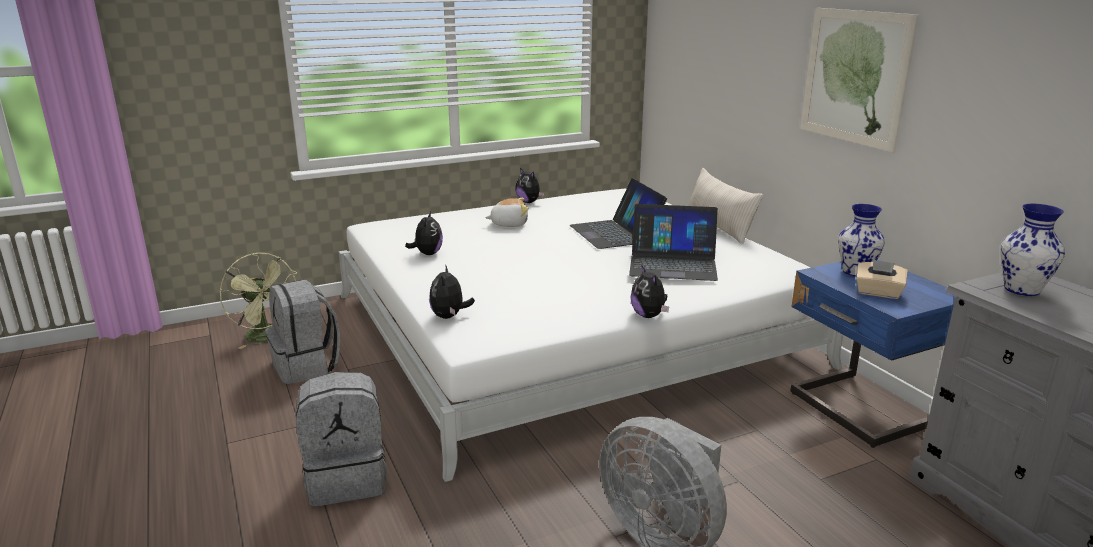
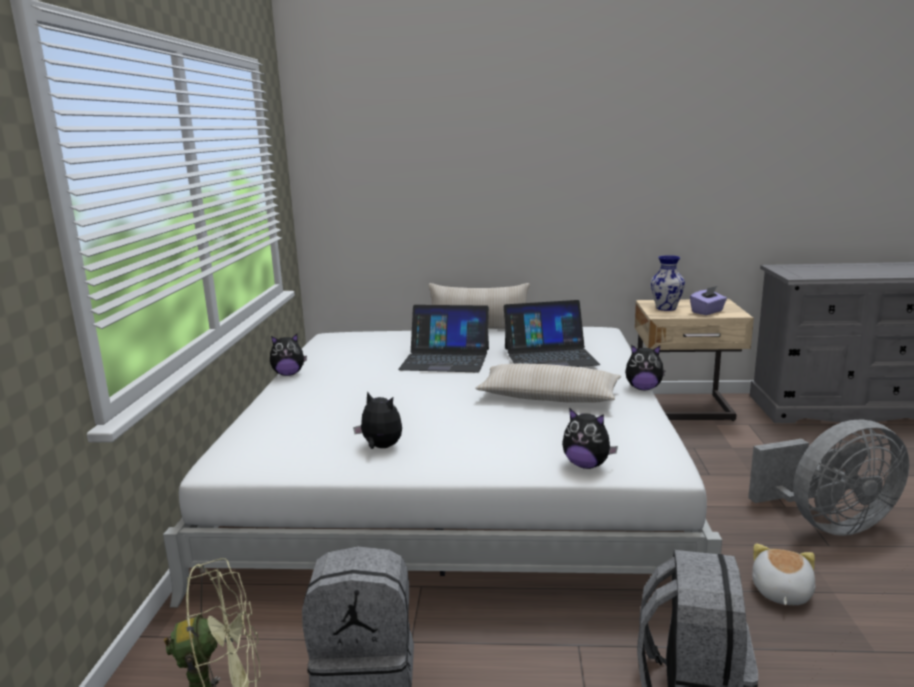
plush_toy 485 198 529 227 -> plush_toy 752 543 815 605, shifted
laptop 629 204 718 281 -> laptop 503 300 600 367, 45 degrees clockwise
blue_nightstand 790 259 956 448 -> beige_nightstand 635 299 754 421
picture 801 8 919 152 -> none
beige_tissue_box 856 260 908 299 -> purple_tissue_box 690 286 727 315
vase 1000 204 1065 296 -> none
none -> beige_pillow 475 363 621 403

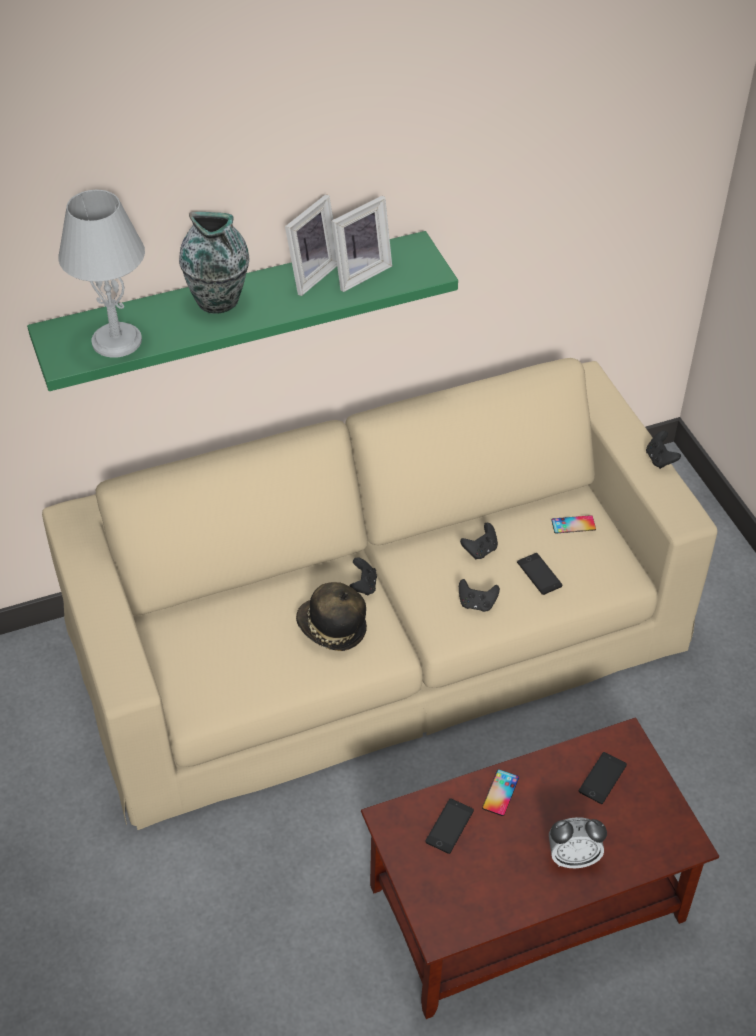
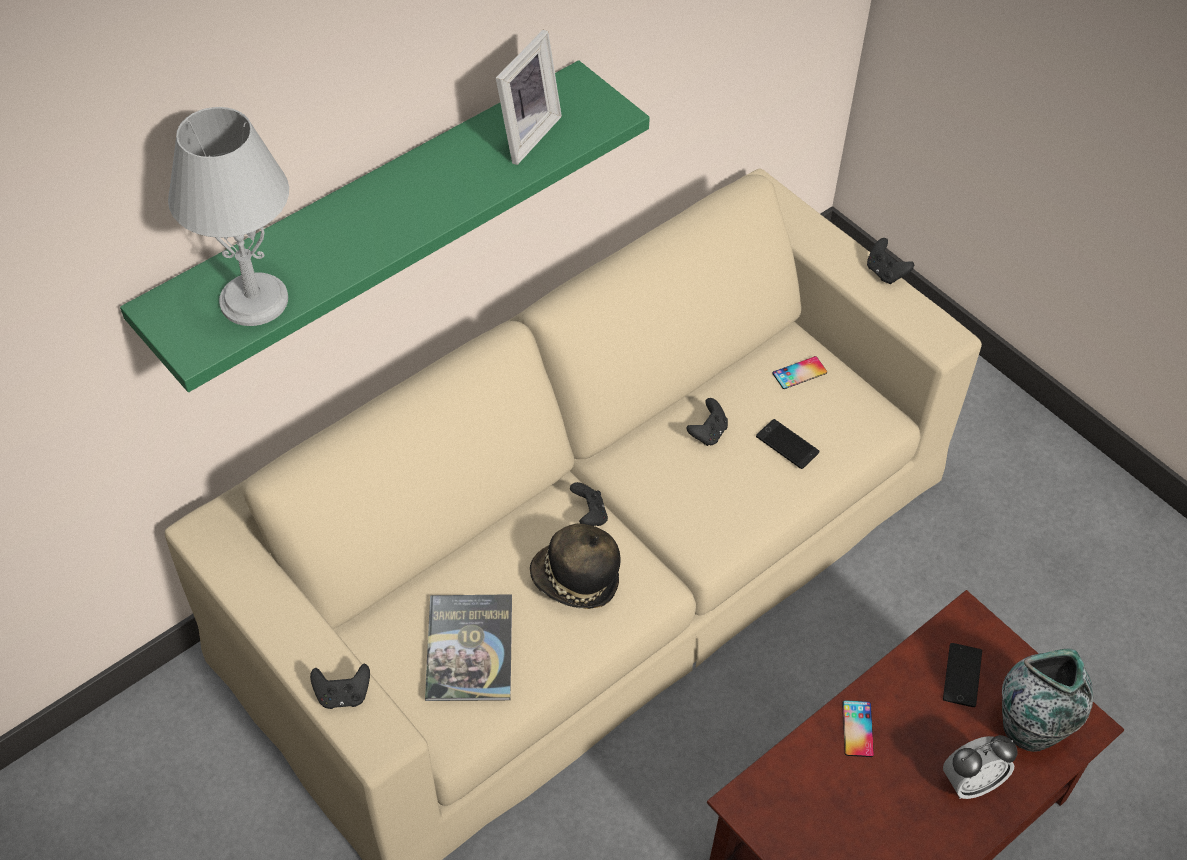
vase 179 212 249 314 -> vase 1002 649 1093 752, shifted
picture_frame 285 194 337 296 -> none
phone 425 798 474 854 -> none
black_game_controller 459 579 500 612 -> black_game_controller 310 664 370 709, shifted
none -> book 425 594 512 701

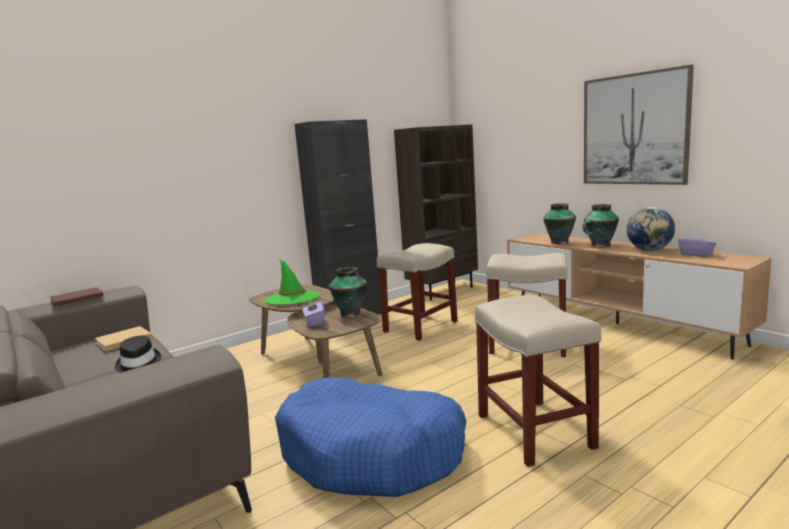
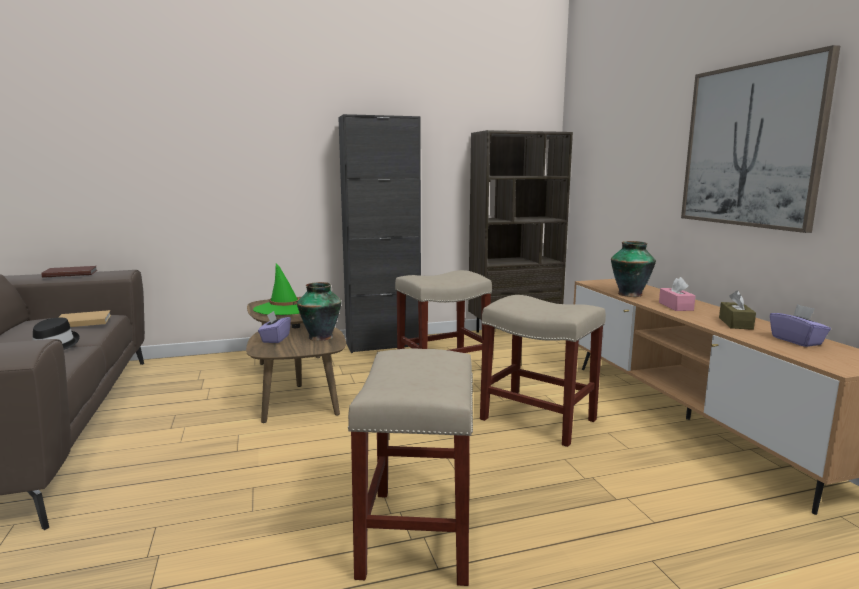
blue_dog_bed 275 377 467 497 -> none
vase 583 204 619 248 -> pink_tissue_box 659 277 695 311
globe 627 207 675 251 -> brown_tissue_box 719 290 756 330

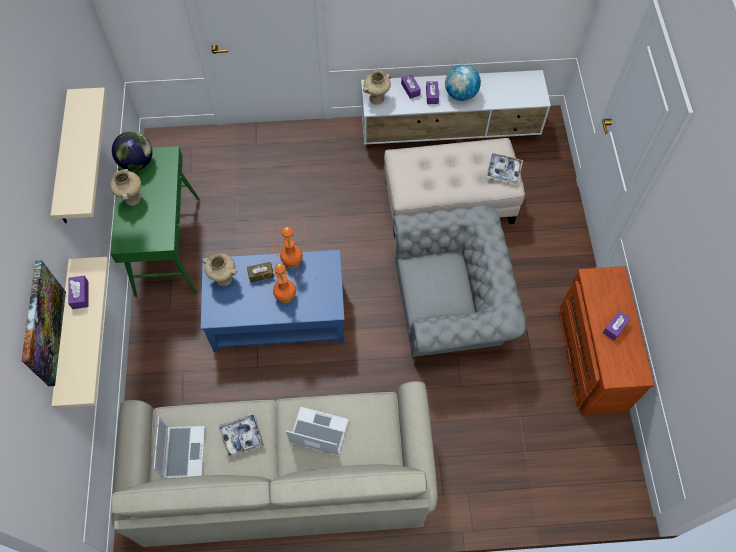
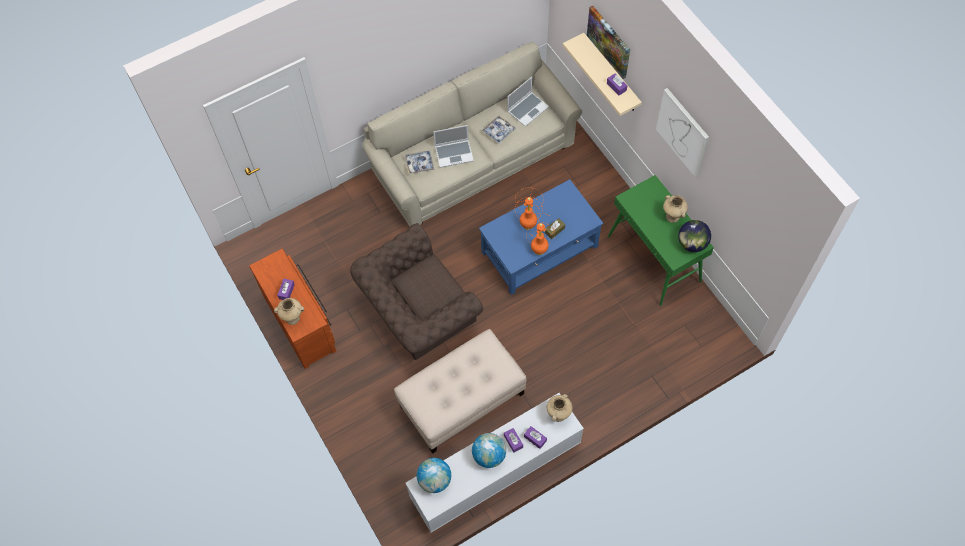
beige_shelf 51 87 106 223 -> picture 656 88 709 177
laptop 153 416 205 479 -> laptop 507 77 549 127, 105 degrees counterclockwise
beige_vase 203 253 237 286 -> beige_vase 274 298 304 325, shifted
grey_armchair 393 205 526 357 -> brown_armchair 350 223 483 360
tray 486 153 523 184 -> tray 405 150 434 174, shifted
none -> globe 417 458 451 493

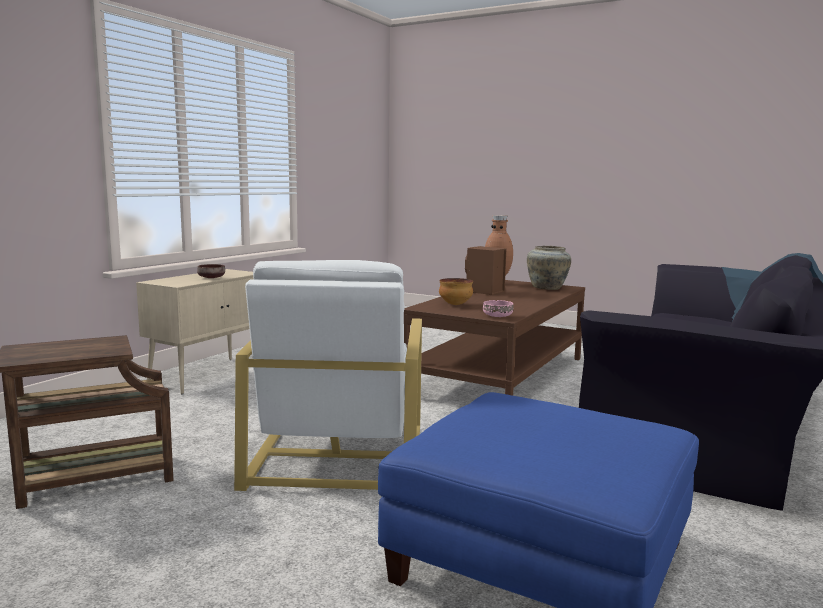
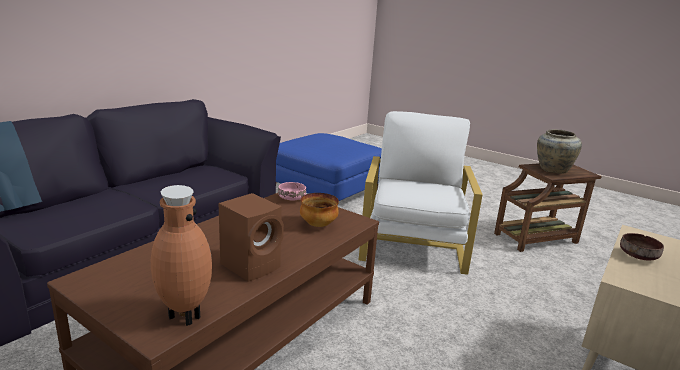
beige_vase 527 246 571 290 -> beige_vase 537 129 582 174, shifted

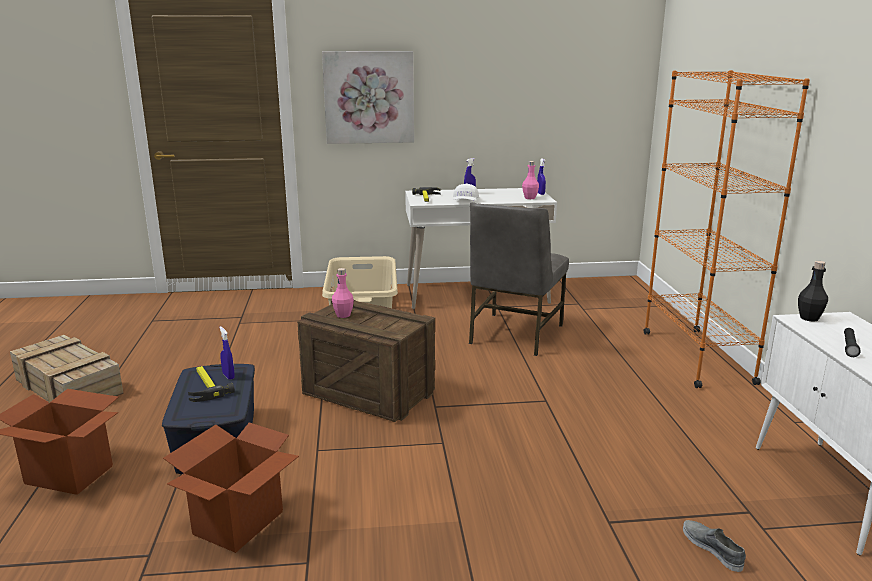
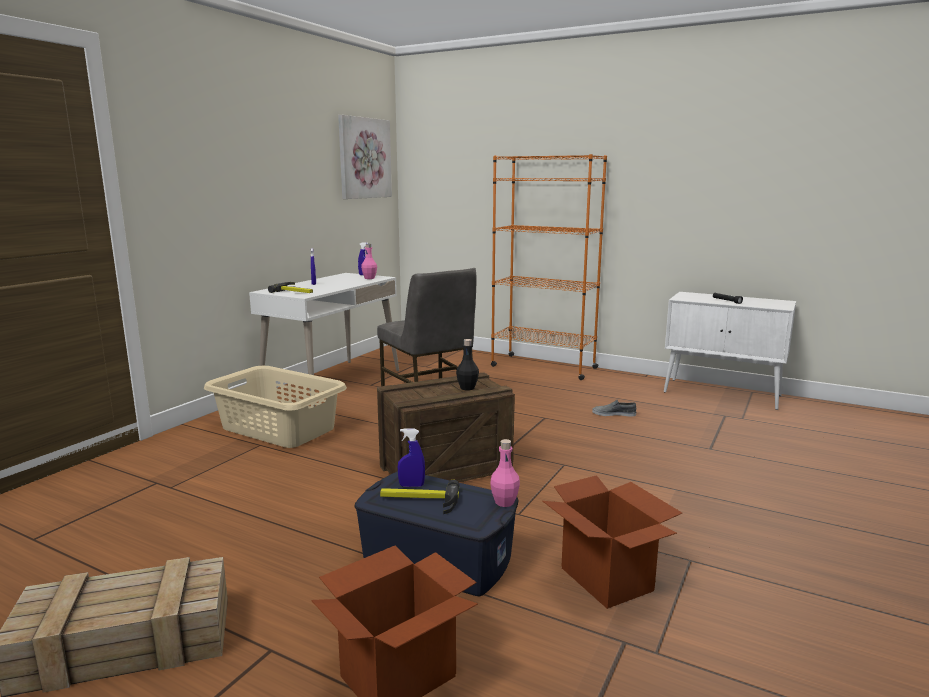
picture 322 51 414 144 -> picture 338 115 392 199, shifted
pink_bottle 332 268 354 318 -> pink_bottle 490 439 520 507, shifted
white_cap 453 183 479 201 -> none
grey_shoe 683 520 746 572 -> grey_shoe 592 400 636 416, shifted
black_bottle 798 261 828 322 -> black_bottle 456 339 479 390, shifted

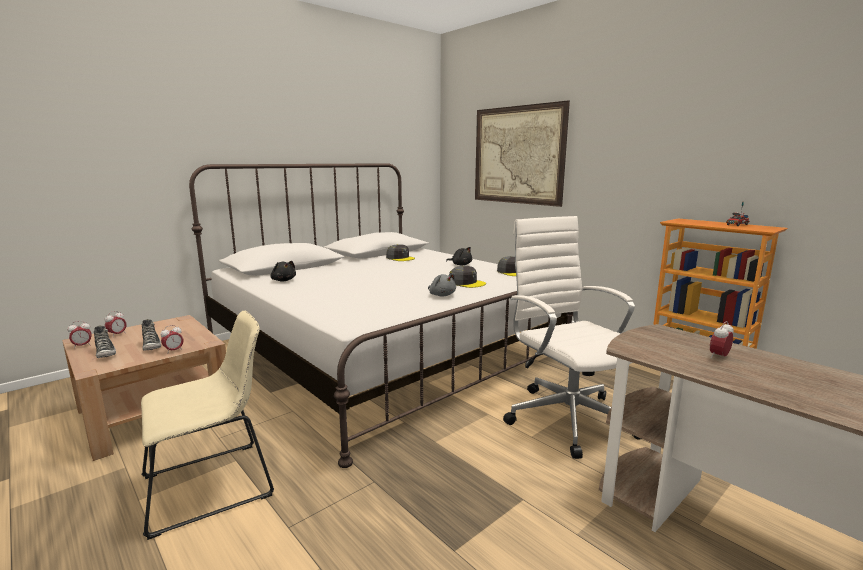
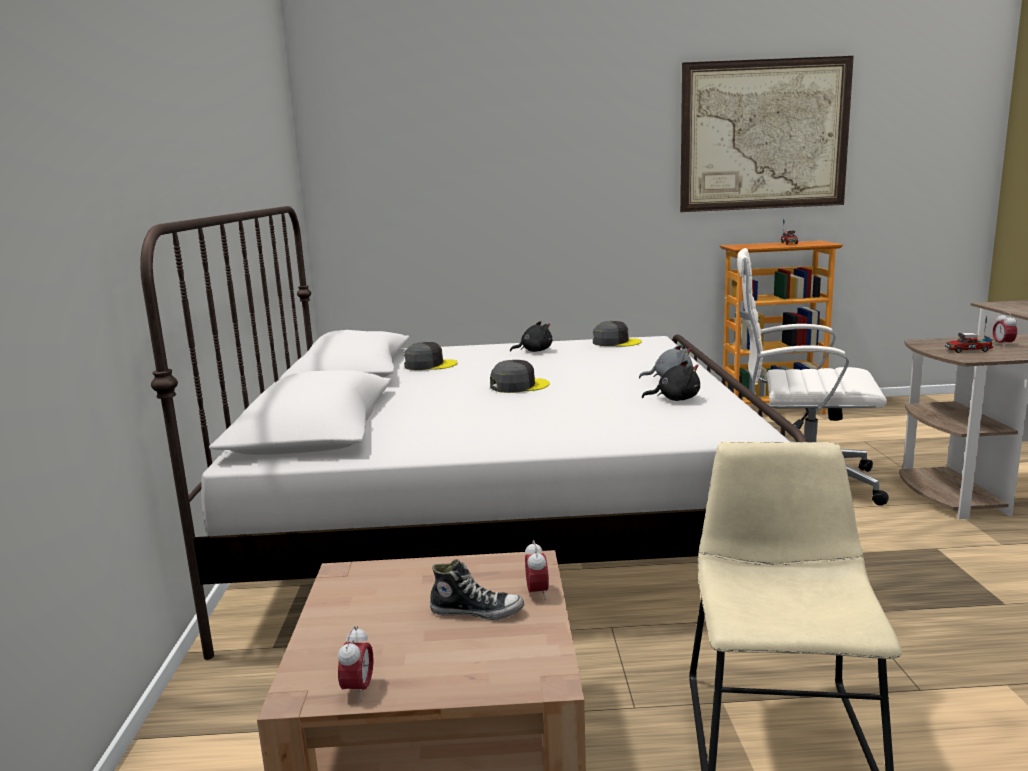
shoe 93 325 116 358 -> none
alarm_clock 105 311 126 336 -> none
black_plush_toy 270 261 296 281 -> black_plush_toy 642 360 700 401, shifted
grey_cap 449 266 486 288 -> grey_cap 490 360 550 393, shifted
picture 475 101 570 207 -> picture 680 56 854 212, shifted
none -> toy_truck 945 316 993 353

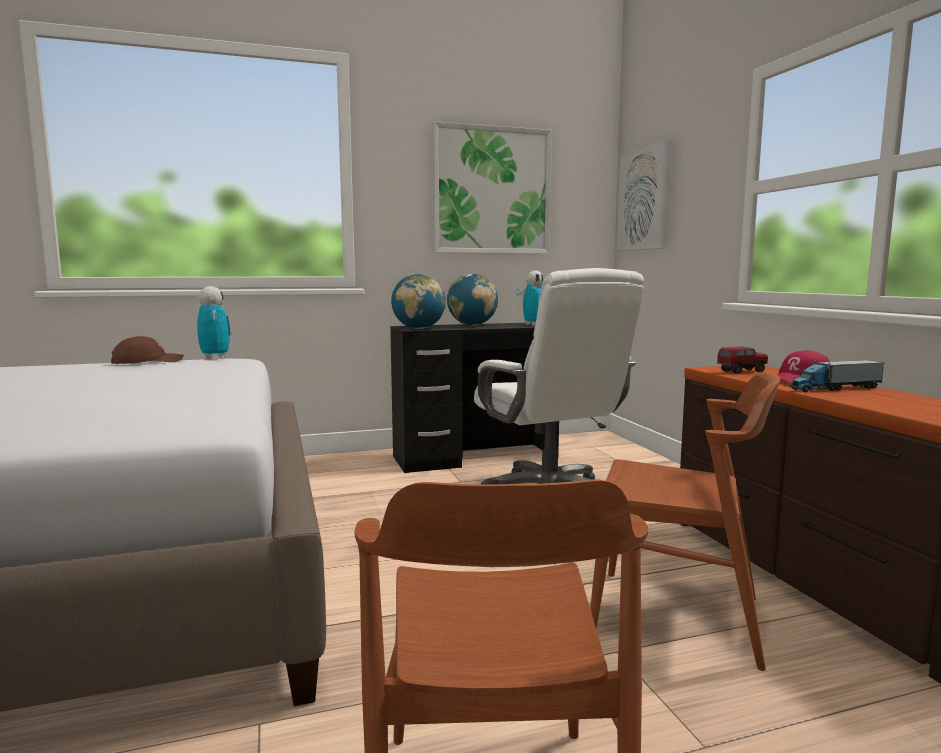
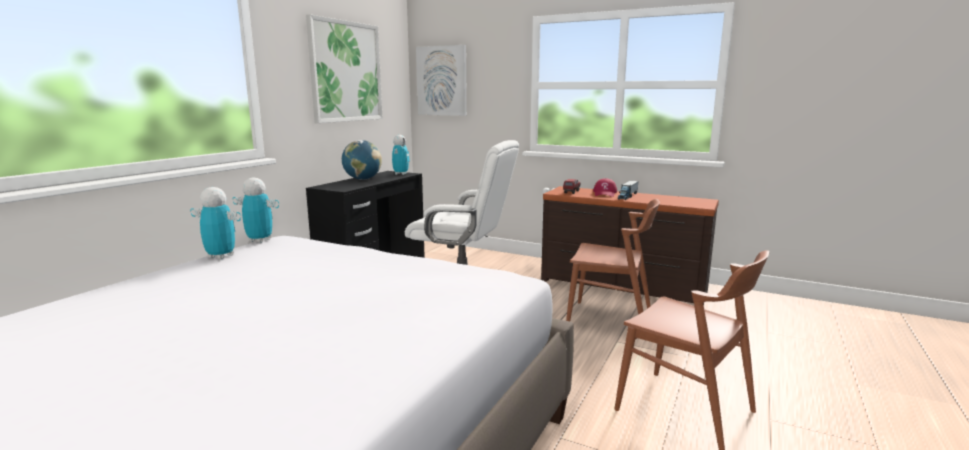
brown_cap 111 336 184 364 -> toy_robot 190 187 241 259
globe 391 274 446 329 -> none
brown_chair 590 371 781 671 -> brown_chair 566 199 660 321, 45 degrees clockwise

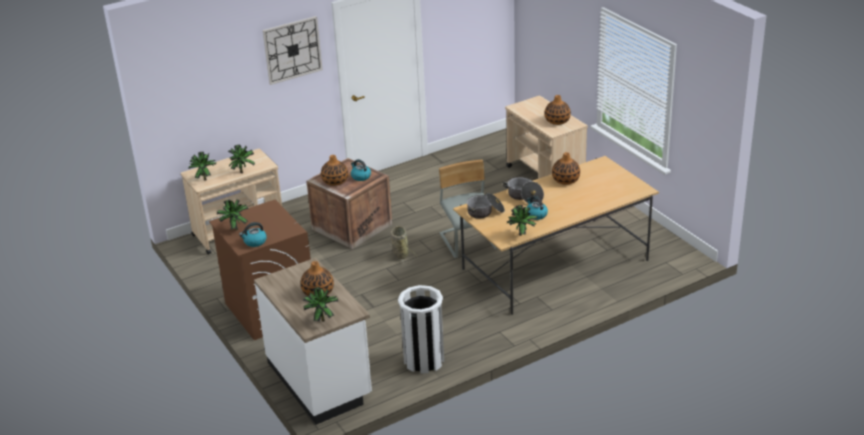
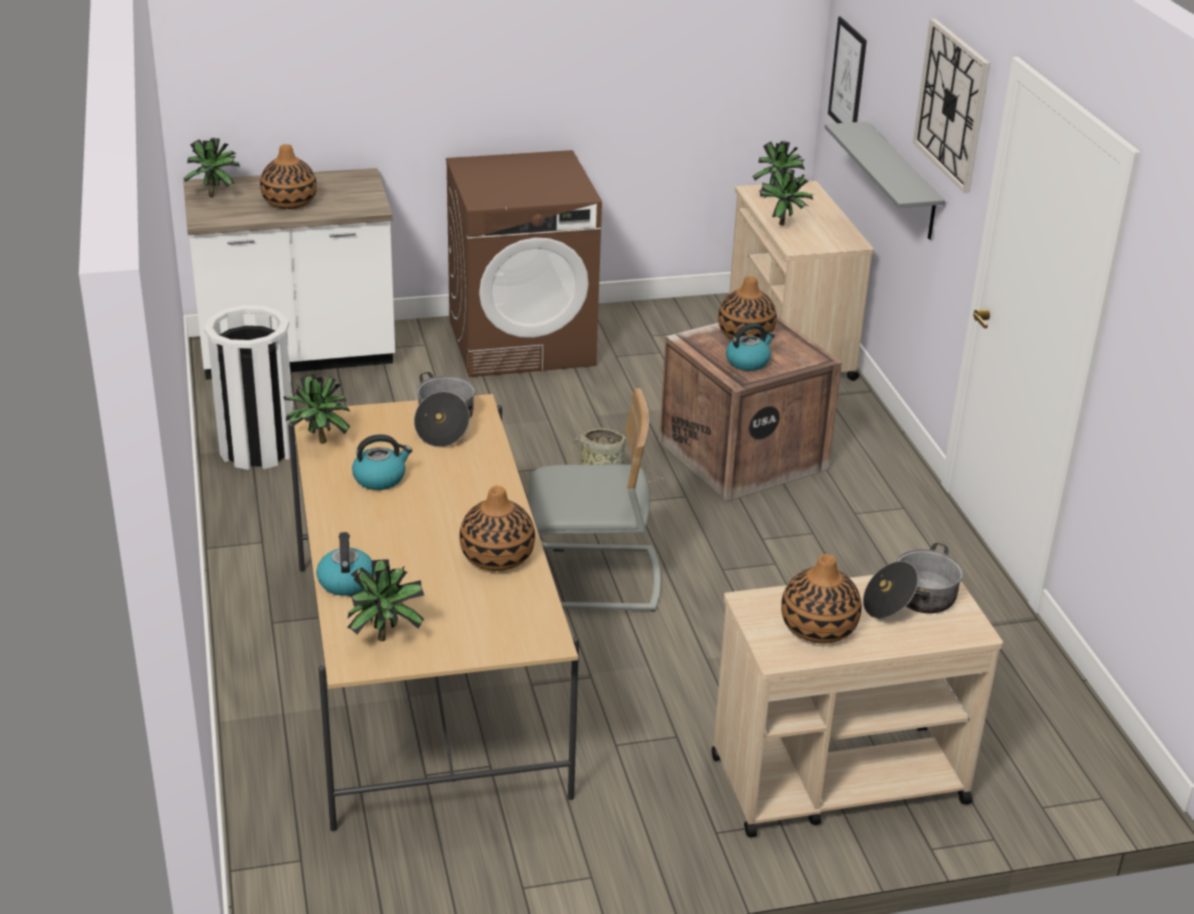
potted_plant 217 199 249 230 -> potted_plant 347 559 424 641, shifted
kettle 239 222 267 247 -> kettle 316 532 372 596, shifted
cooking_pot 503 177 544 203 -> cooking_pot 863 543 963 619, shifted
none -> grey_shelf 825 122 945 240
none -> picture 828 16 867 123

